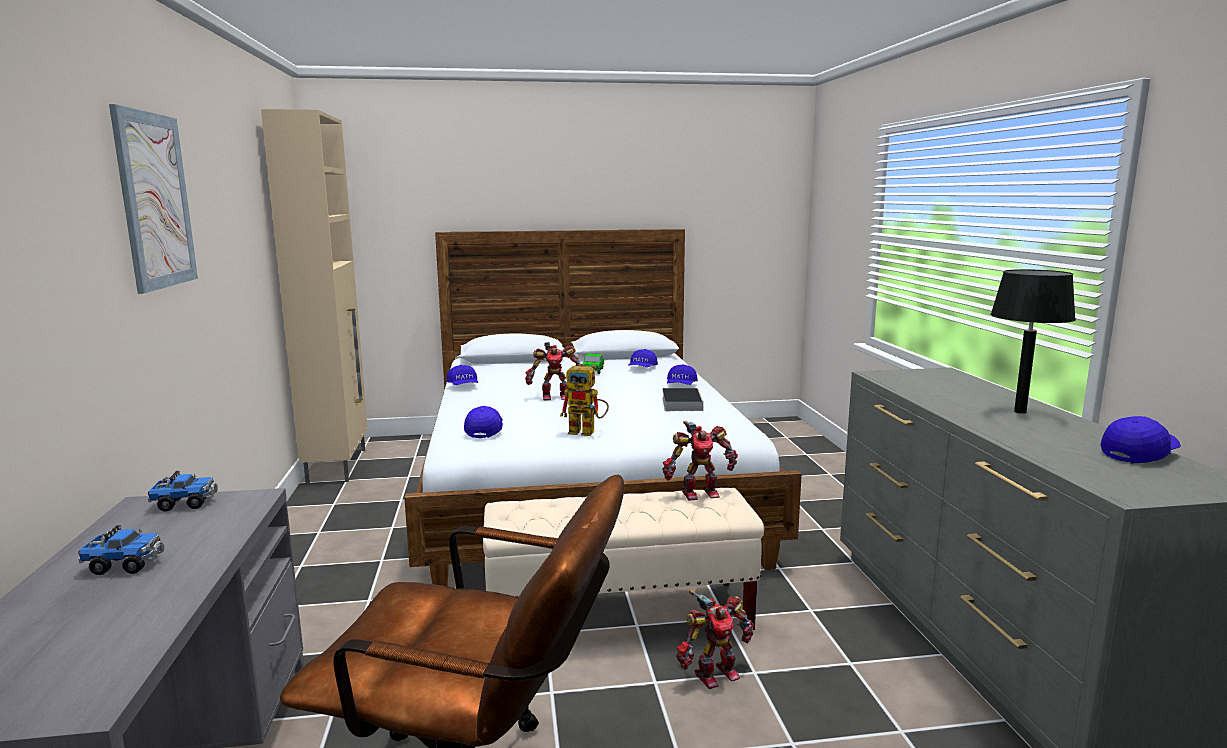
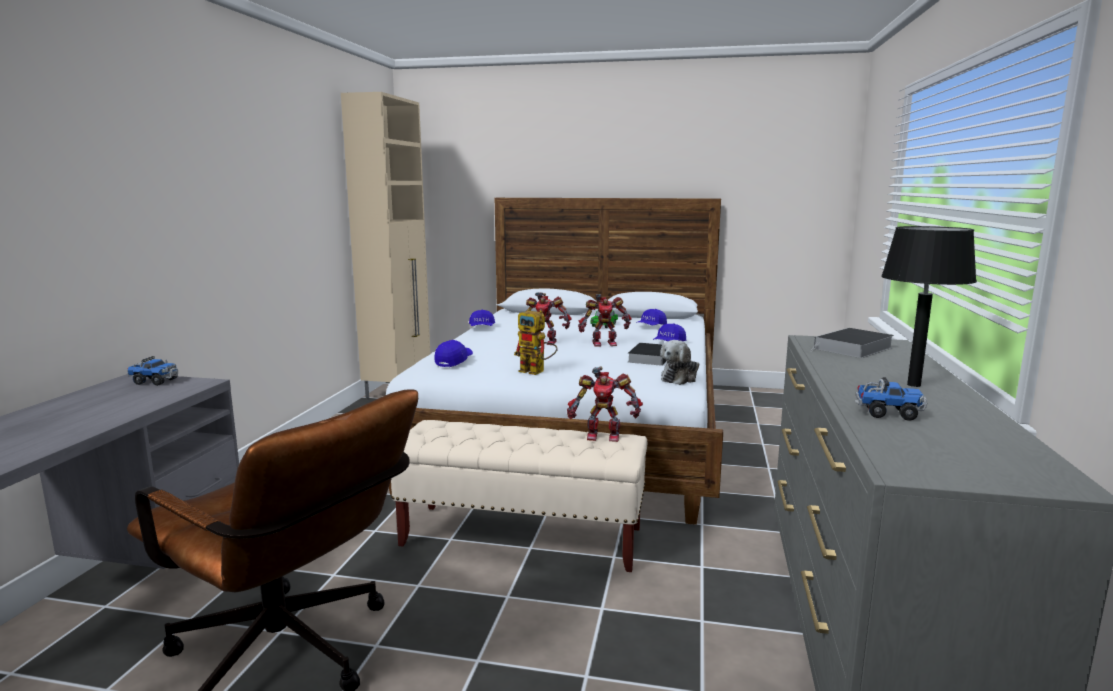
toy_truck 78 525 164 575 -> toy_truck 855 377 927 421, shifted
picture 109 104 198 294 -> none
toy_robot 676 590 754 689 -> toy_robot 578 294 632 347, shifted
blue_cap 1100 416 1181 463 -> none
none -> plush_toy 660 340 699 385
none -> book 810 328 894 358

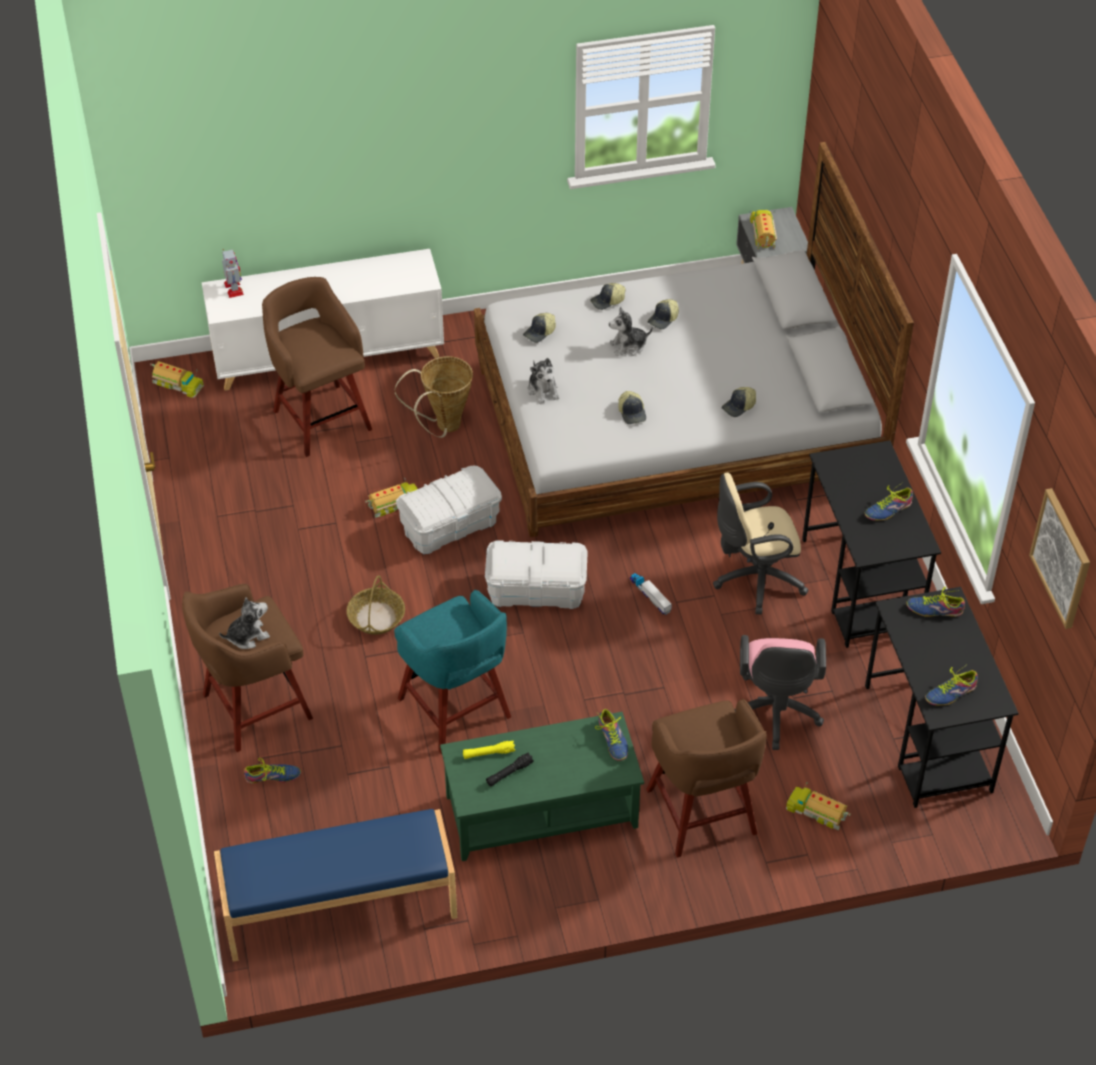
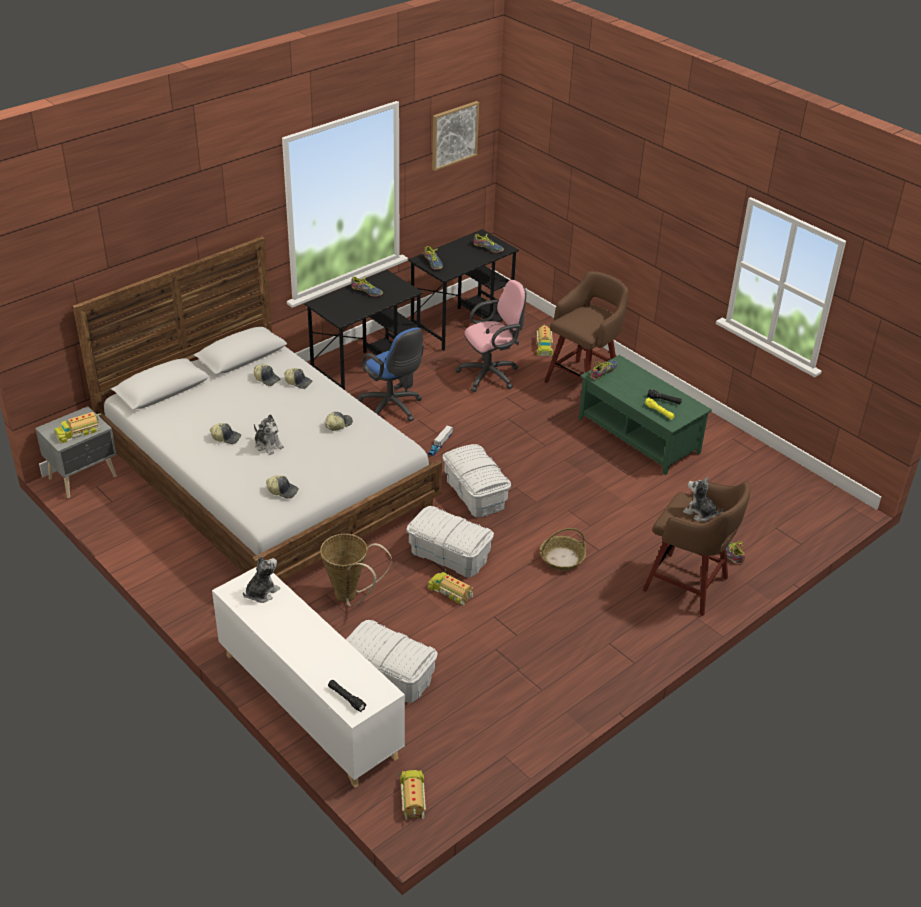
blue_bench 214 809 457 962 -> none
toy_robot 222 249 244 298 -> black_flashlight 328 680 366 712
brown_stool 262 277 372 457 -> white_storage_box 346 620 438 703
turquoise_stool 394 590 511 754 -> none
plush_toy 528 358 559 404 -> plush_toy 243 556 280 603, shifted
cap 590 283 625 310 -> cap 254 364 280 386, shifted
beige_office_chair 713 473 808 615 -> blue_office_chair 357 327 424 422

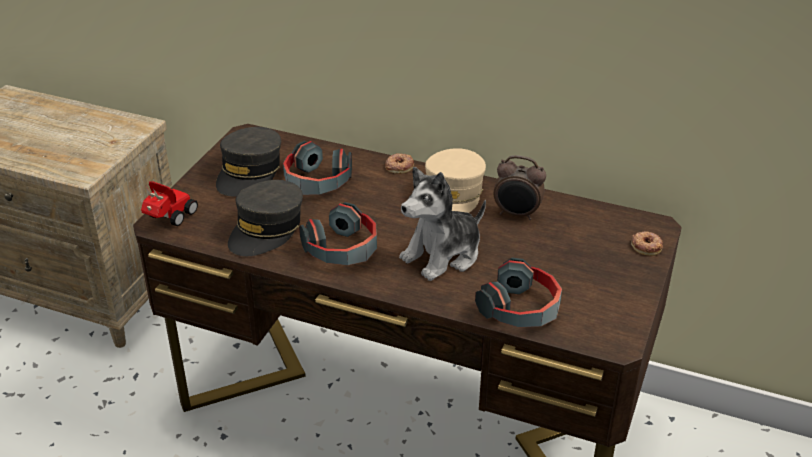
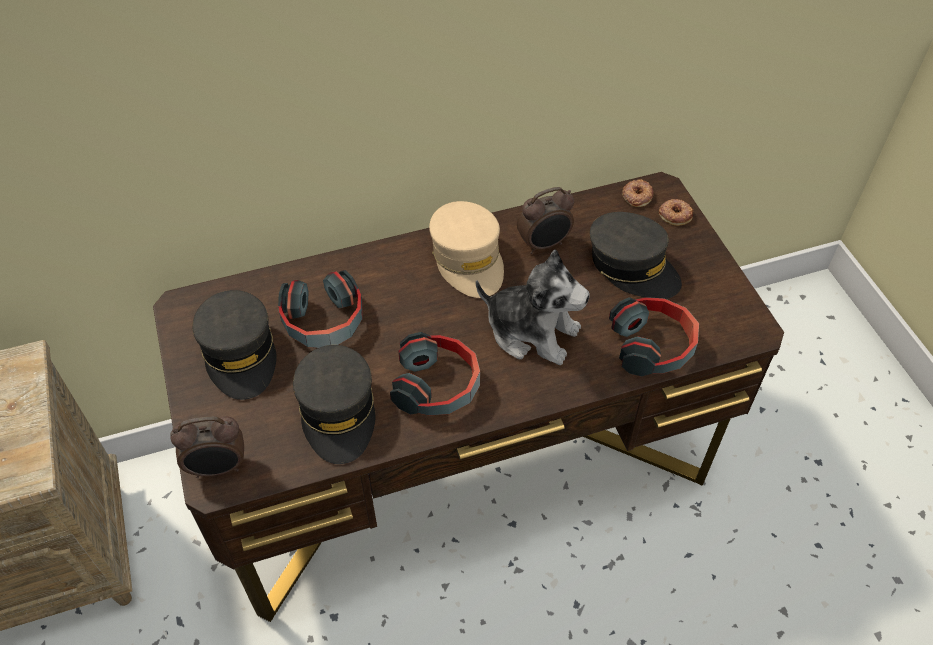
toy_car 141 181 198 226 -> alarm_clock 171 416 244 478
donut 385 153 414 174 -> donut 622 179 654 207, shifted
plush_toy 399 167 486 281 -> plush_toy 476 250 590 365, 75 degrees counterclockwise
none -> grey_cap 590 212 682 299

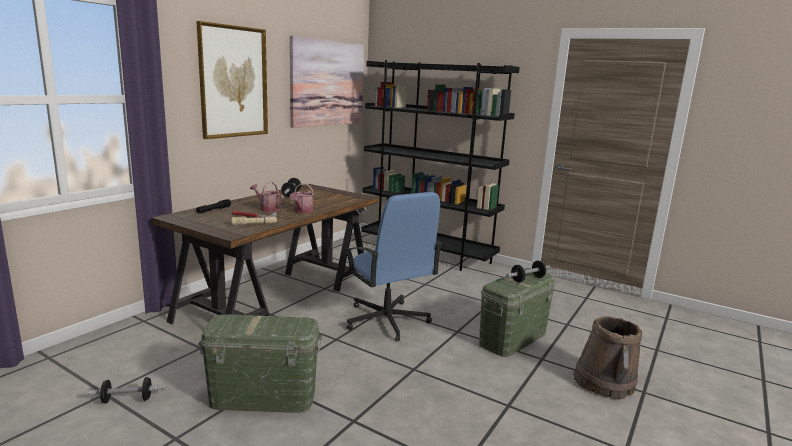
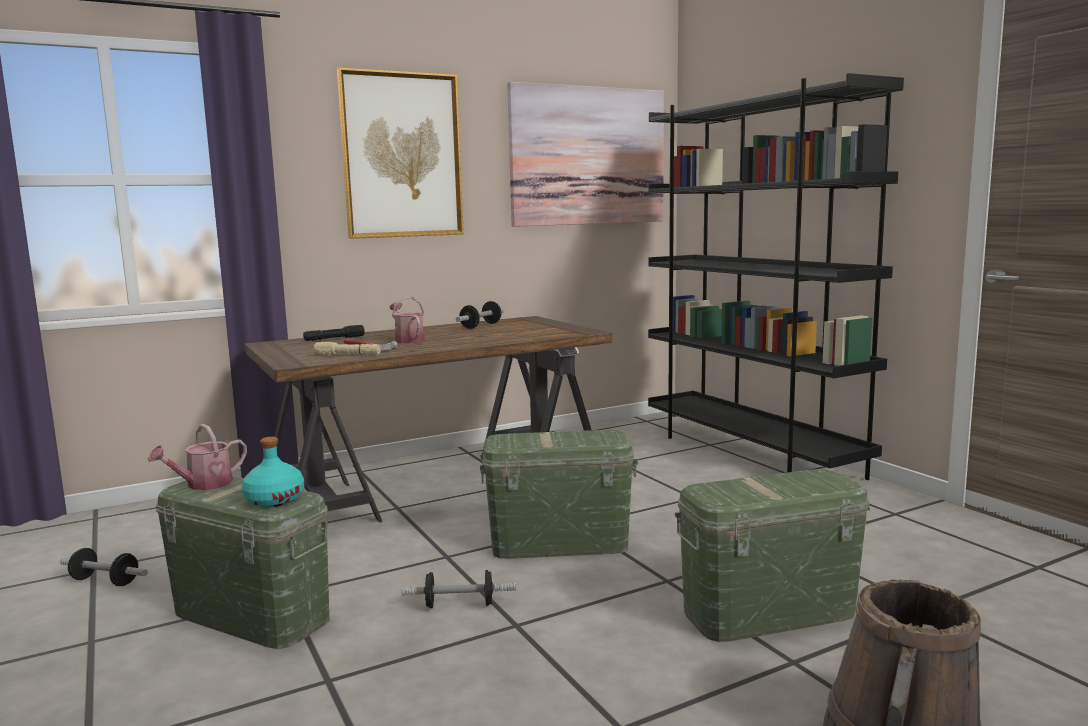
watering_can 290 183 314 213 -> watering_can 148 424 247 490, shifted
blue_office_chair 345 192 442 341 -> green_storage_box 480 430 638 559
dumbbell 506 261 550 282 -> dumbbell 402 570 516 608, shifted
none -> turquoise_bottle 241 437 304 507

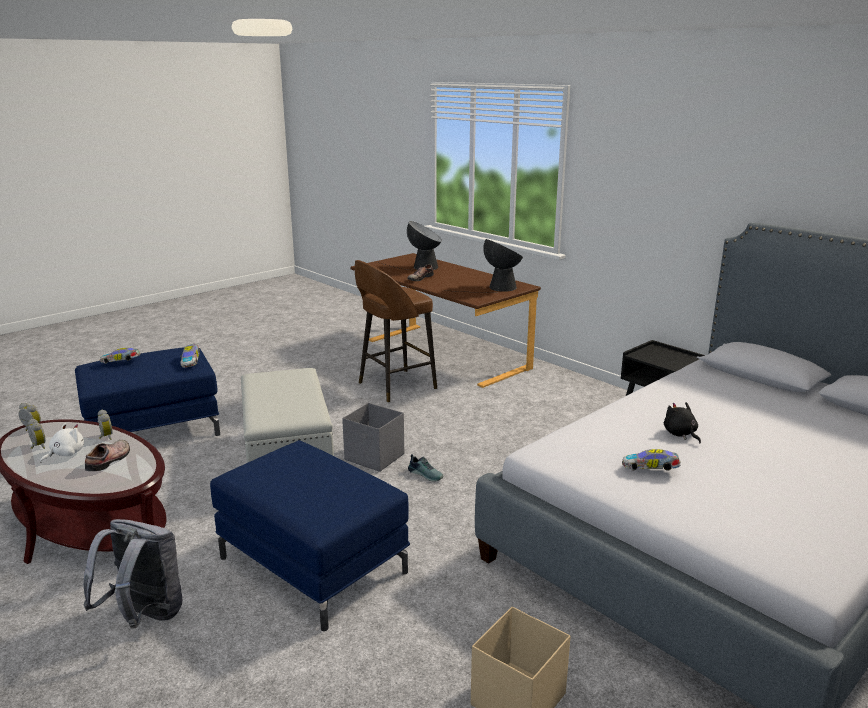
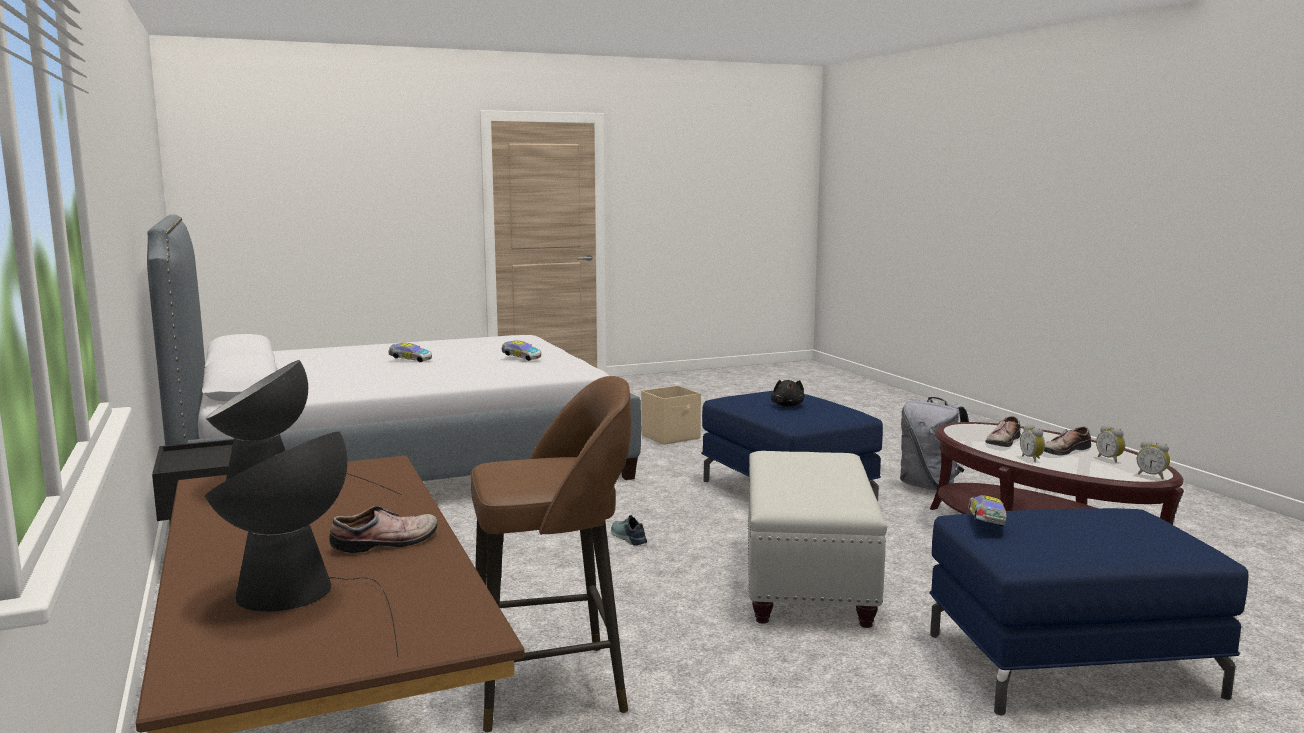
white_plush_toy 40 423 84 463 -> shoe 1044 427 1091 455
toy_car 100 348 141 364 -> toy_car 388 343 432 363, shifted
grey_storage_box 342 403 404 472 -> none
black_plush_toy 664 402 701 444 -> black_plush_toy 771 380 804 407, shifted

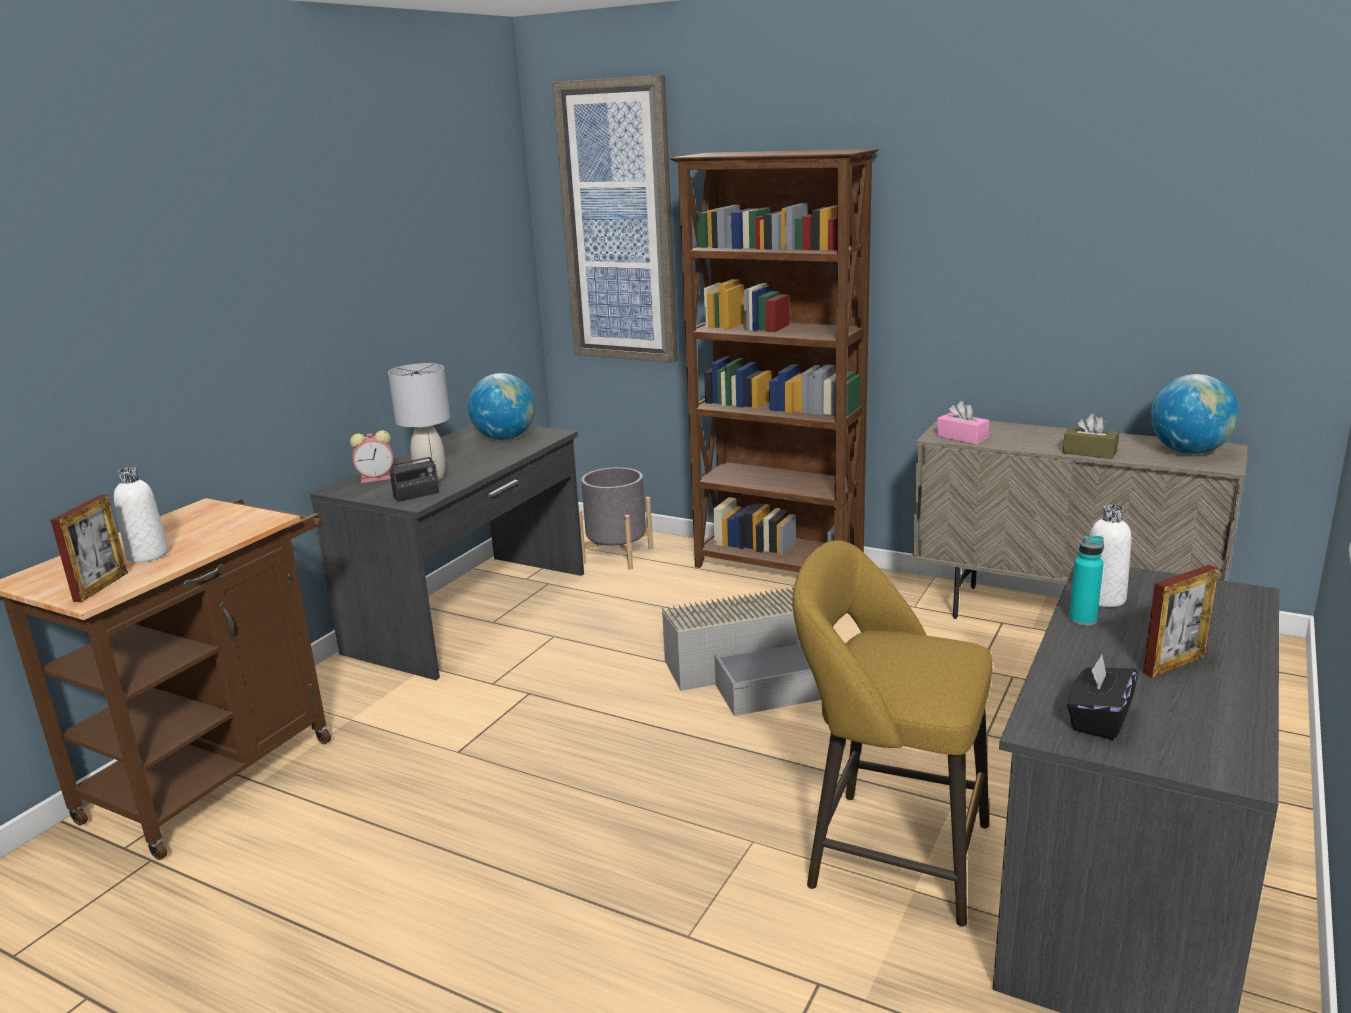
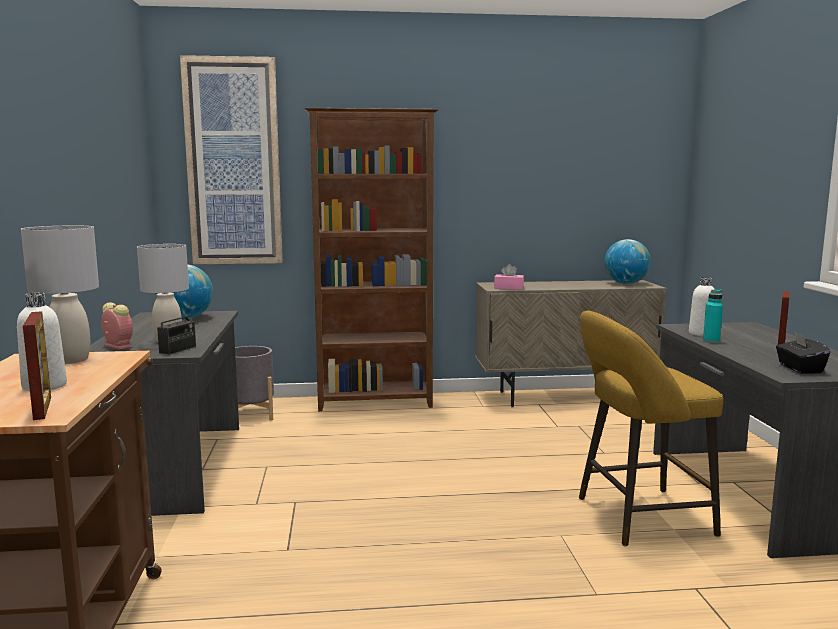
alarm_clock 350 430 394 483 -> alarm_clock 101 302 133 350, 90 degrees counterclockwise
grey_storage_box 662 586 821 716 -> none
brown_tissue_box 1063 414 1119 459 -> none
none -> grey_table_lamp 21 225 99 364

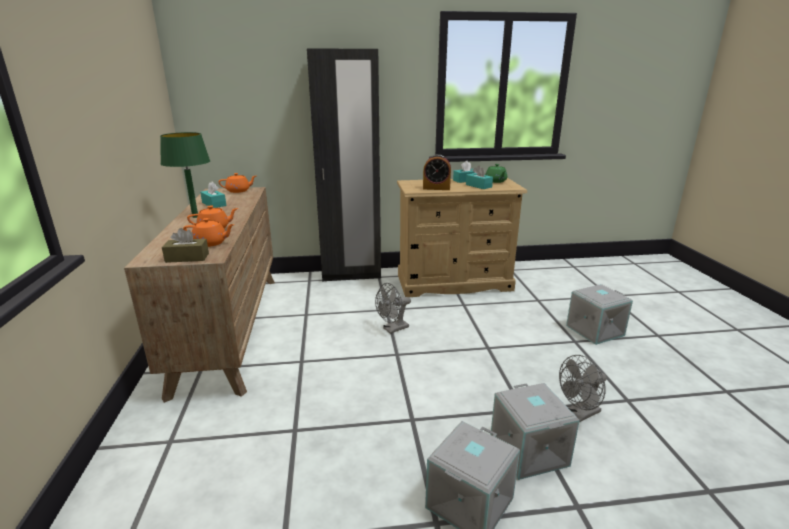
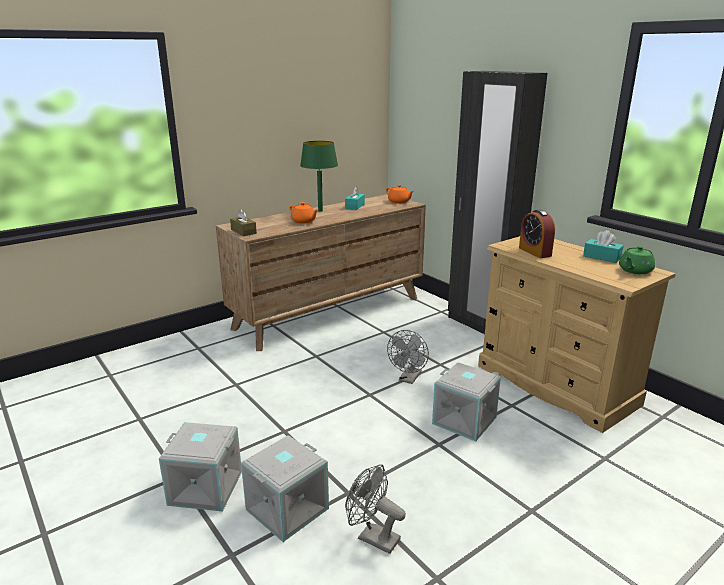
orange_teapot 183 218 235 247 -> none
grey_fan 375 283 411 334 -> grey_fan 387 330 429 384, 90 degrees counterclockwise
turquoise_tissue_box 466 166 493 189 -> none
grey_storage_box 566 284 633 345 -> grey_storage_box 432 362 501 441, shifted

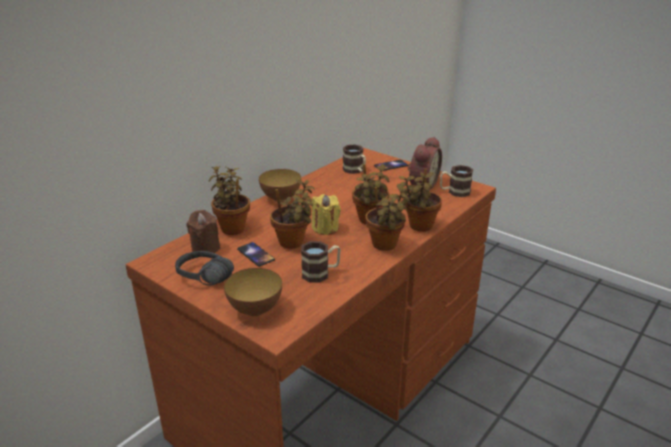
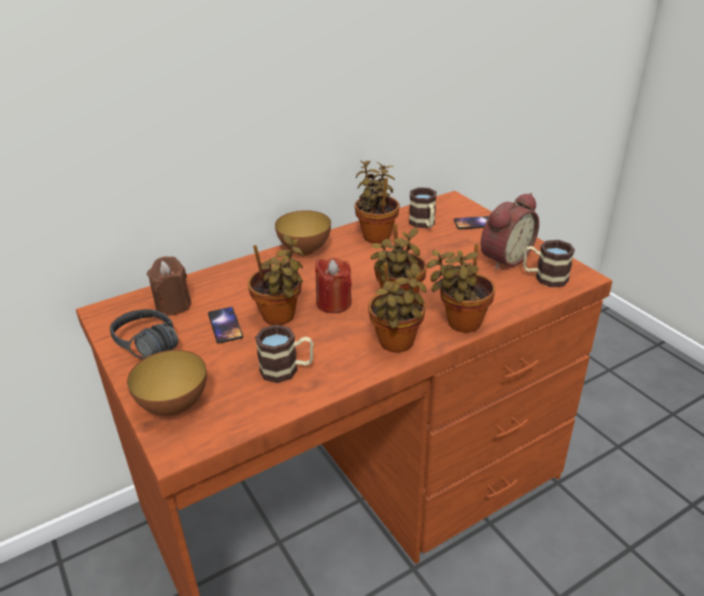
potted_plant 209 166 250 235 -> potted_plant 355 161 400 243, shifted
yellow_candle 312 194 341 235 -> red_candle 315 257 352 313

